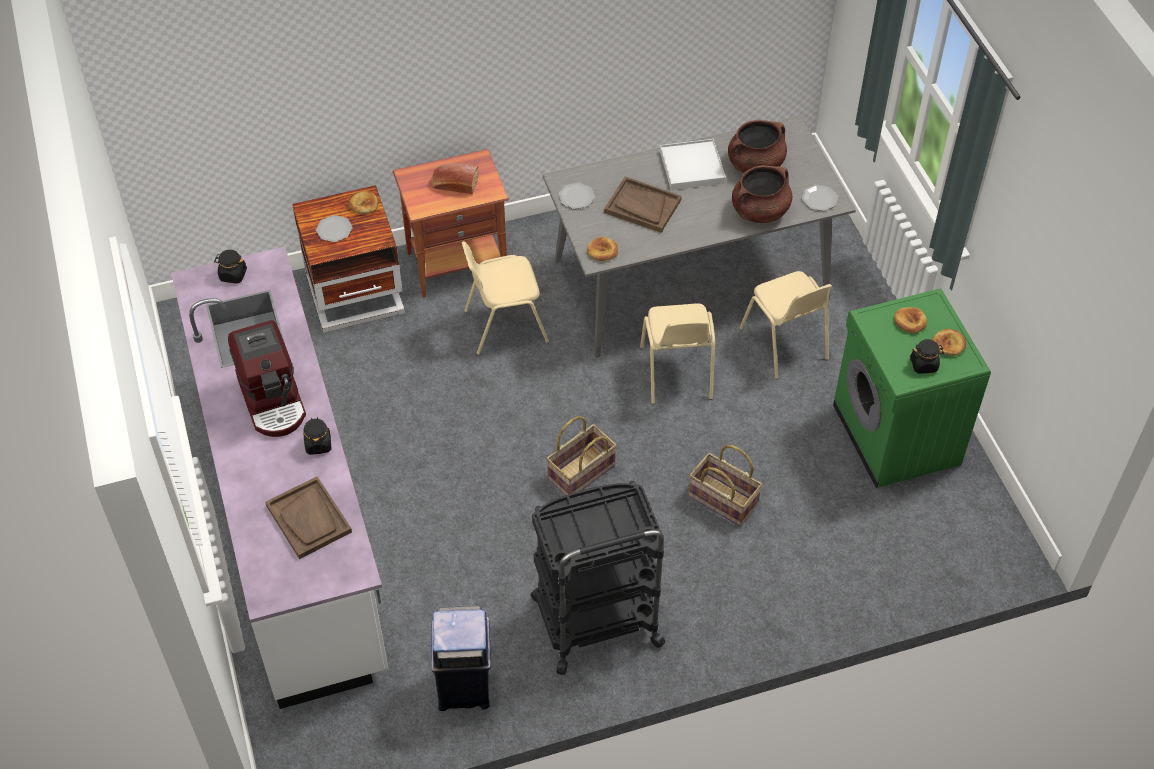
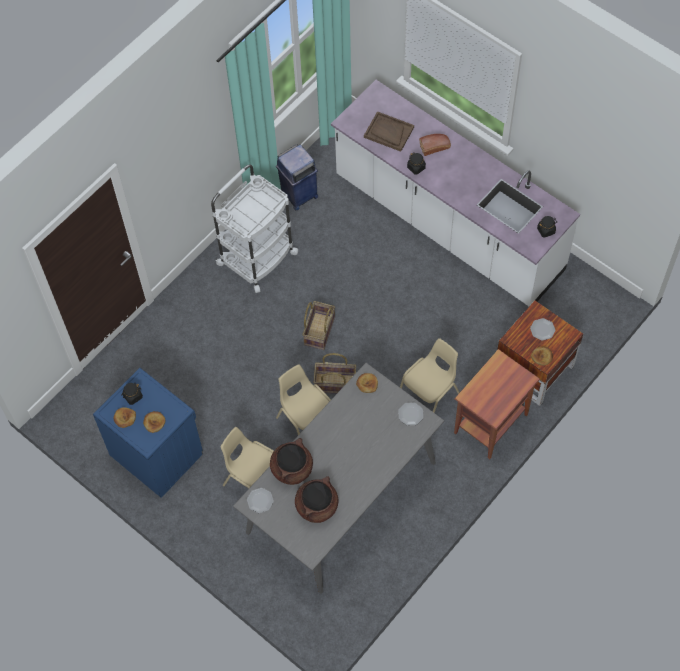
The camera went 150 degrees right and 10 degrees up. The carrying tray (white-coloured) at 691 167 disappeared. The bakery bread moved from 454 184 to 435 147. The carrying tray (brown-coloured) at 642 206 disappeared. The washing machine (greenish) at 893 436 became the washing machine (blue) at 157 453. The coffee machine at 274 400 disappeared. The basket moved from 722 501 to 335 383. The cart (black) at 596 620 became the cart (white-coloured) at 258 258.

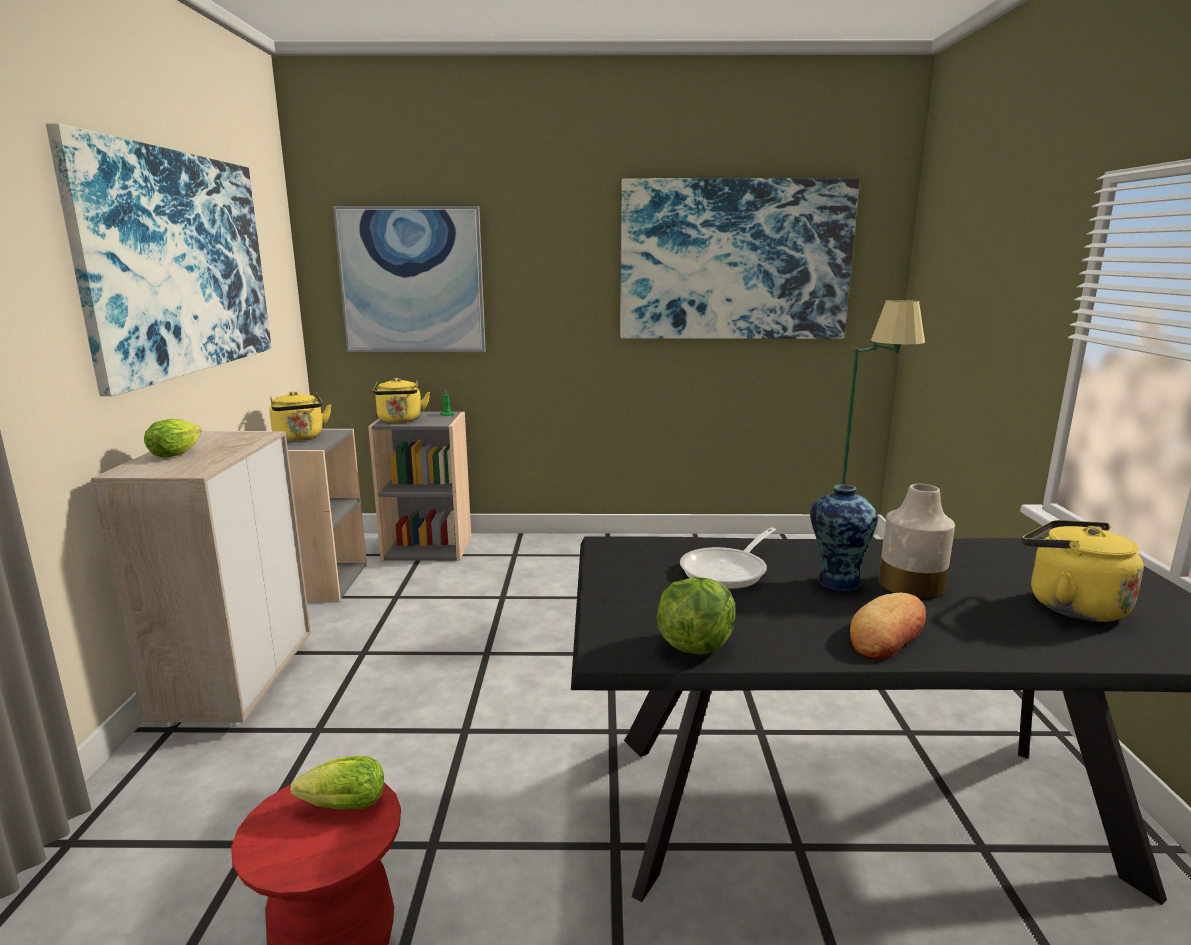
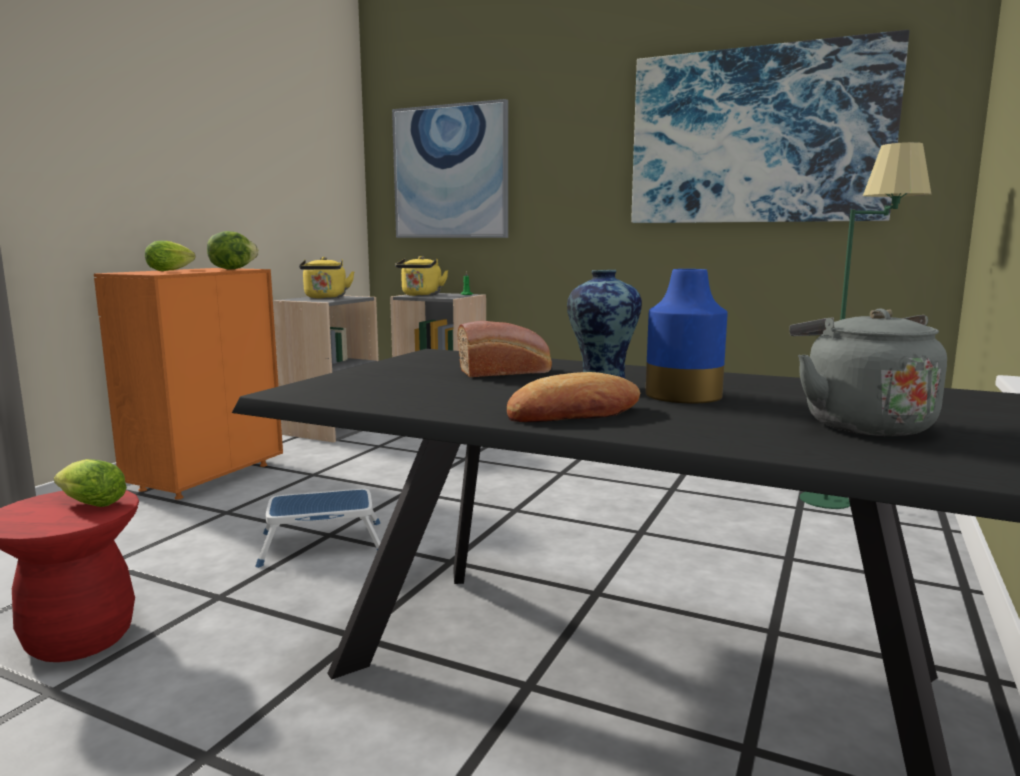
The camera went 25 degrees right and 5 degrees down. The picture at 180 263 disappeared. The cupboard (sand-coloured) at 237 683 became the cupboard (orange) at 207 476. The flower vase (sand-coloured) at 911 585 became the flower vase (blue) at 683 395. The water kettle (yellow-coloured) at 1069 605 became the water kettle (gray) at 860 424. The skillet at 728 571 was replaced by the bakery bread at 506 371. The head of lettuce moved from 695 645 to 232 269. The step stool (blue) at 322 544 appeared.

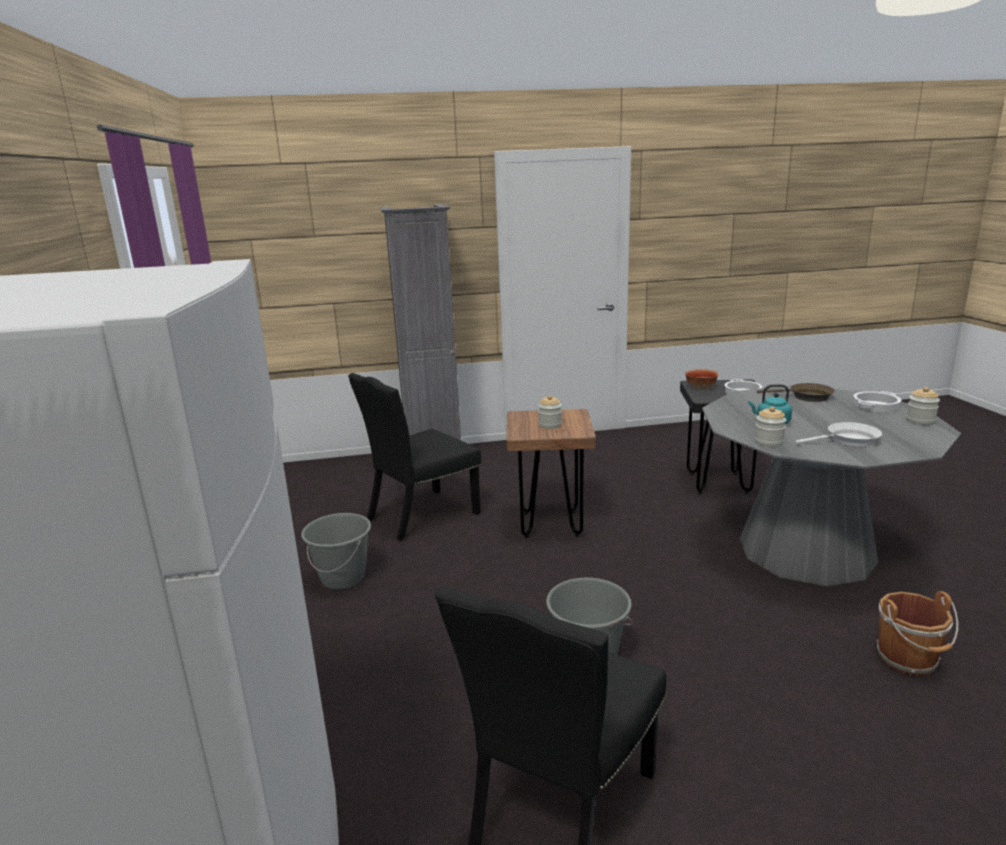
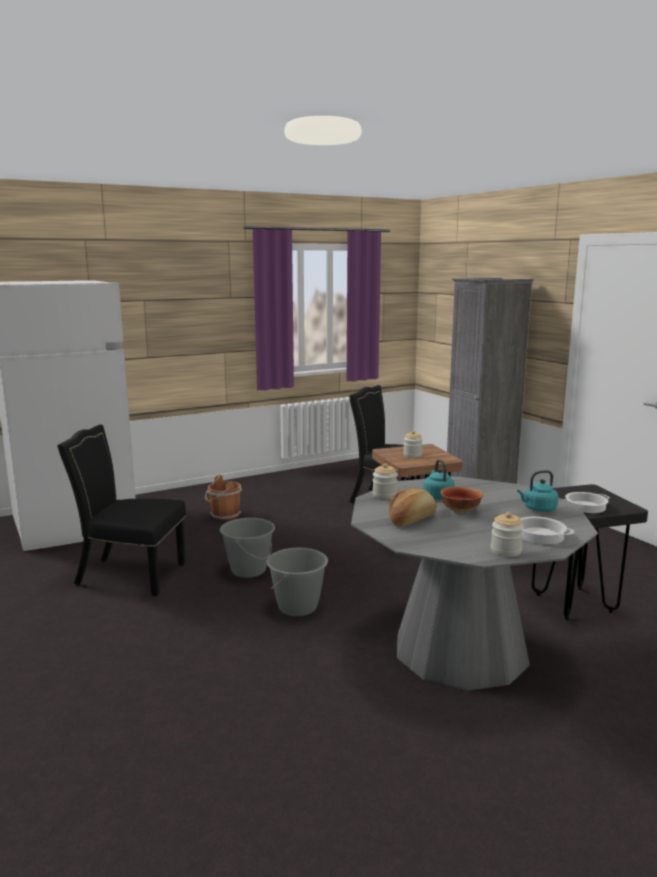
The camera went 70 degrees right and 5 degrees down. The serving bowl moved from 700 388 to 460 511. The skillet (brown-coloured) at 806 397 was replaced by the water kettle (turquoise) at 538 509. The skillet (white-coloured) at 848 440 was replaced by the bakery bread at 412 520. The water bucket (gray) moved from 343 578 to 298 607. The water bucket (brown-coloured) moved from 908 660 to 224 515.

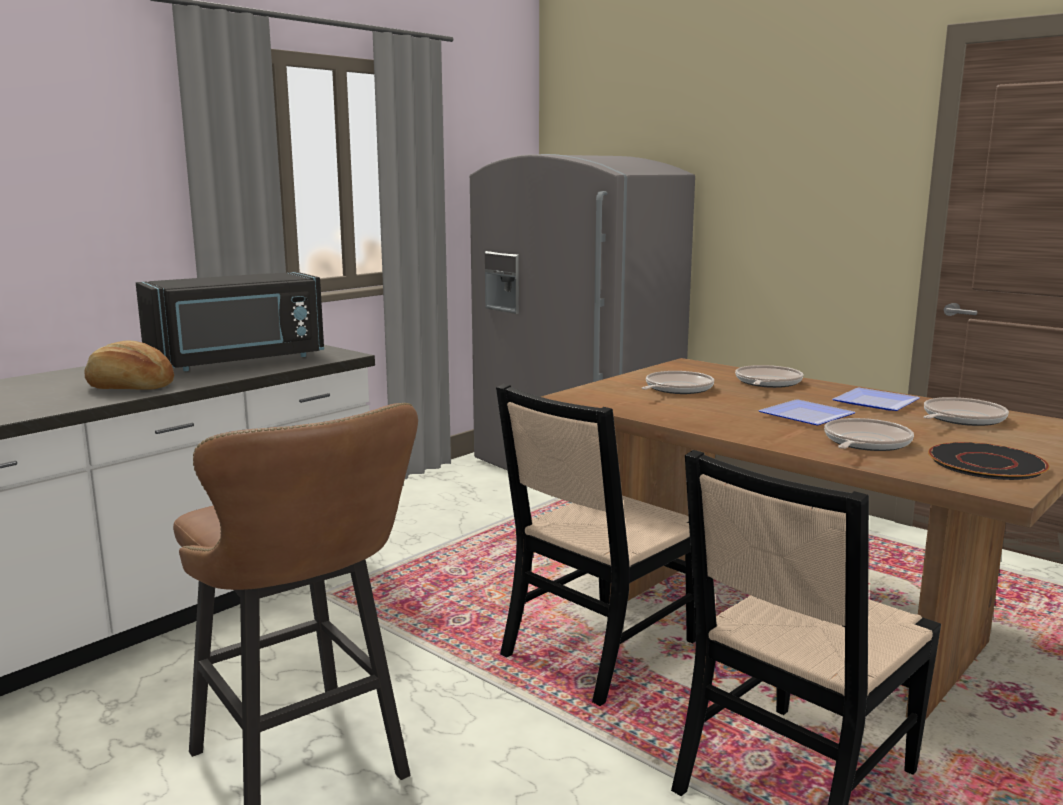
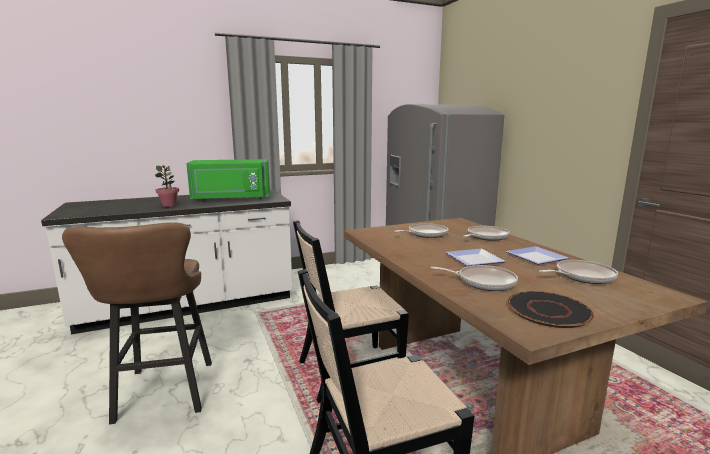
The camera went 25 degrees right and 0 degrees up. The kitchen microwave (black) at 239 361 became the kitchen microwave (greenish) at 231 198. The bakery bread at 130 387 was replaced by the potted plant at 169 205. The skillet at 864 443 turned 45 degrees clockwise.

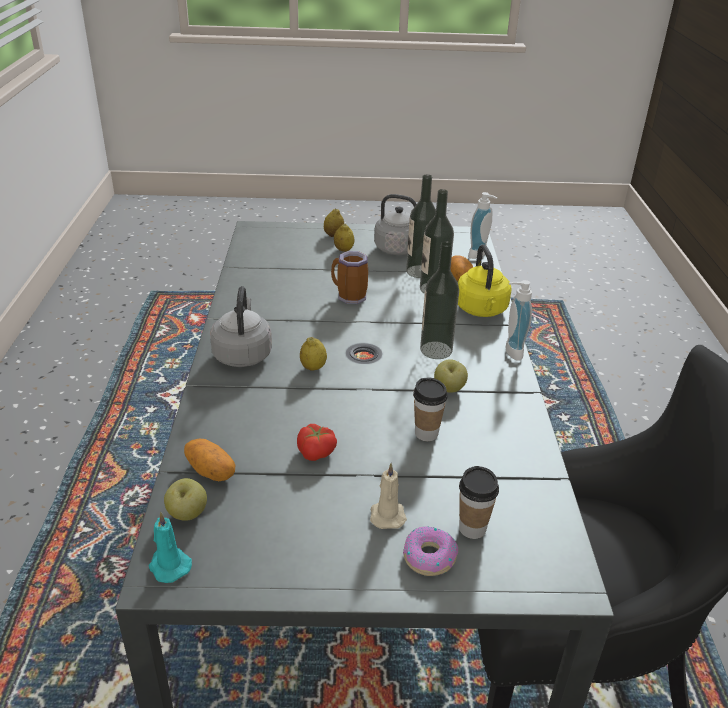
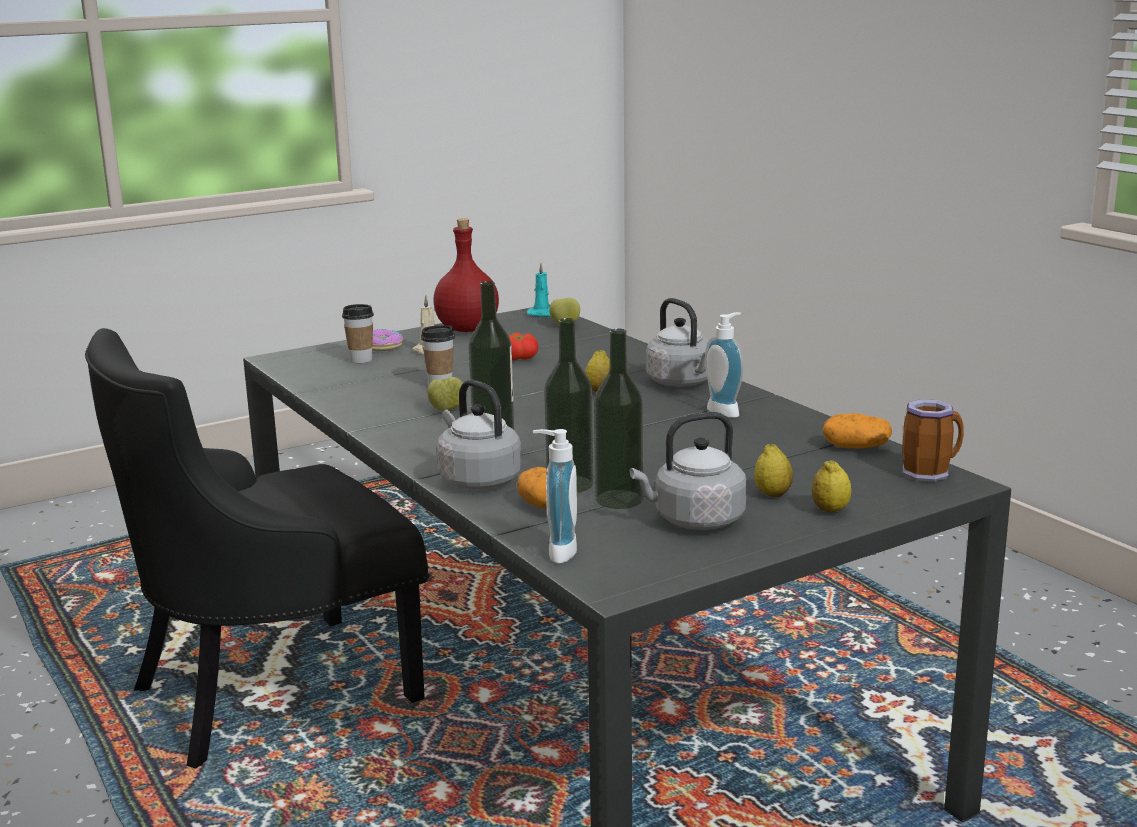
The camera went 150 degrees right and 15 degrees down. The water kettle (yellow-coloured) at 482 310 became the water kettle (gray) at 477 479. The mug moved from 348 297 to 929 473. The liquid soap bottle moved from 510 351 to 726 411. The whole potato moved from 211 471 to 856 447. The drink bottle (red-coloured) at 468 329 appeared.

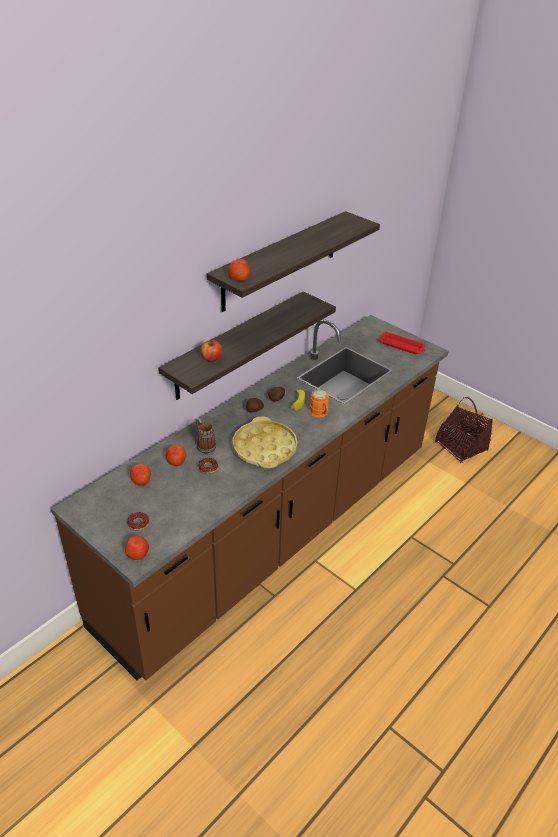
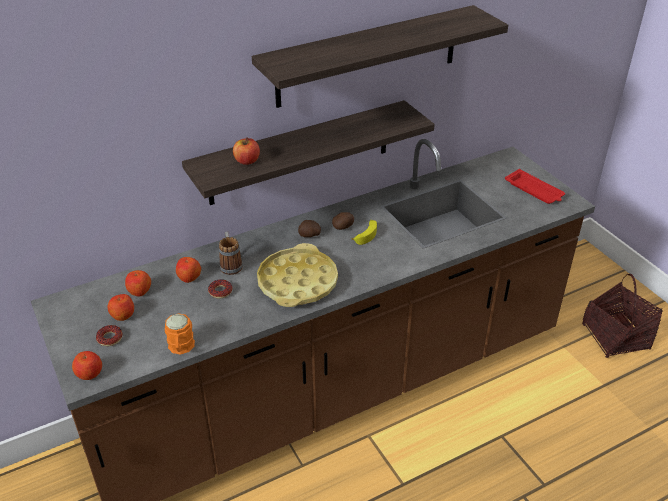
The camera went 20 degrees right and 0 degrees up. The apple fruit moved from 239 278 to 123 315. The mug (orange) moved from 320 413 to 181 348.

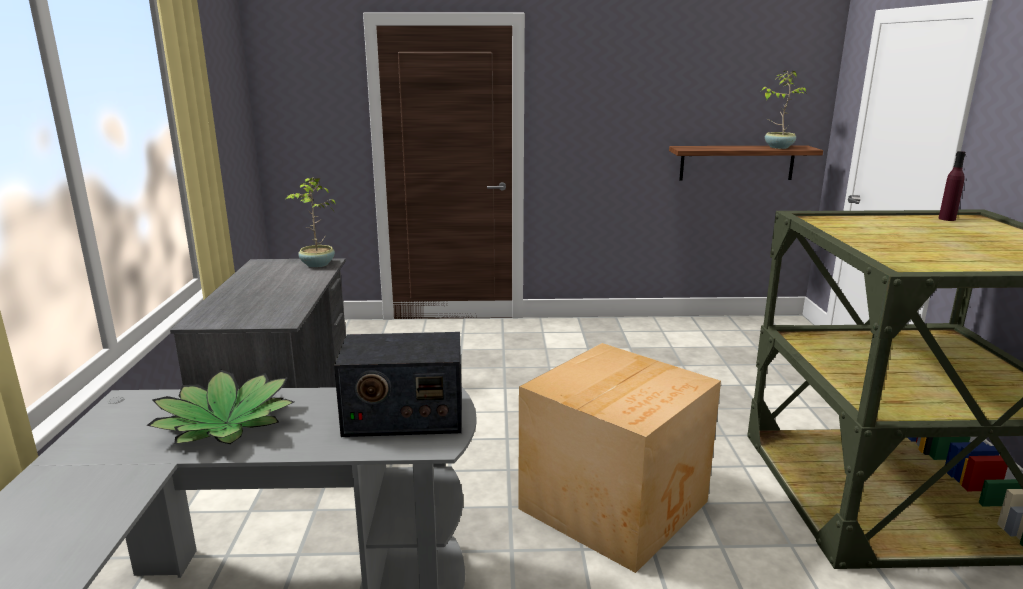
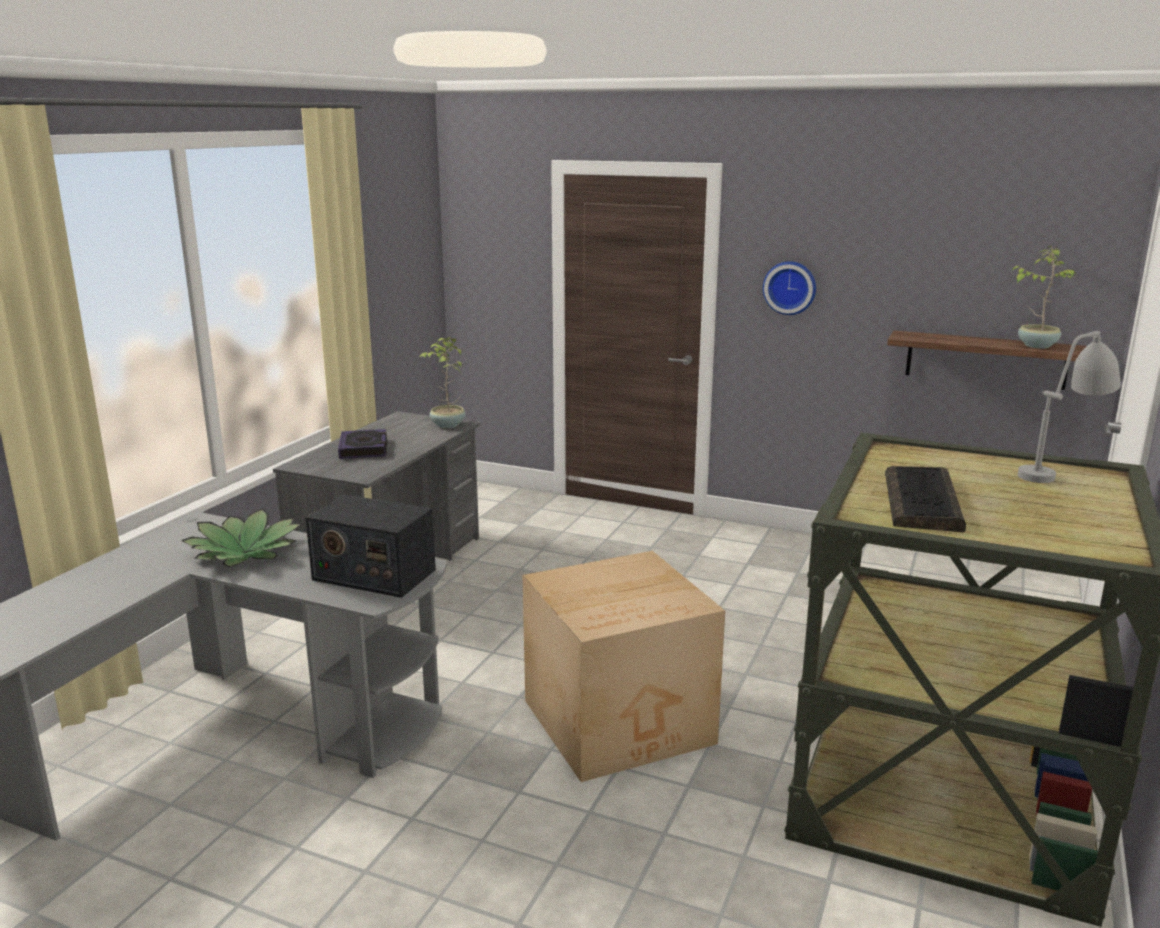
The camera went 25 degrees right and 0 degrees up. The drink bottle (purple-coloured) at 947 219 was replaced by the lamp for a table (gray) at 1062 471. The clock on the wall at 790 287 appeared. The volume at 363 449 appeared. The PC keyboard at 923 502 appeared.

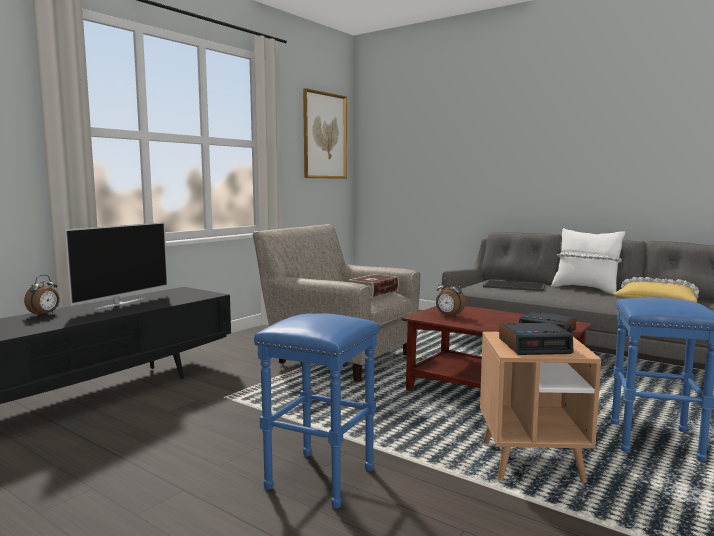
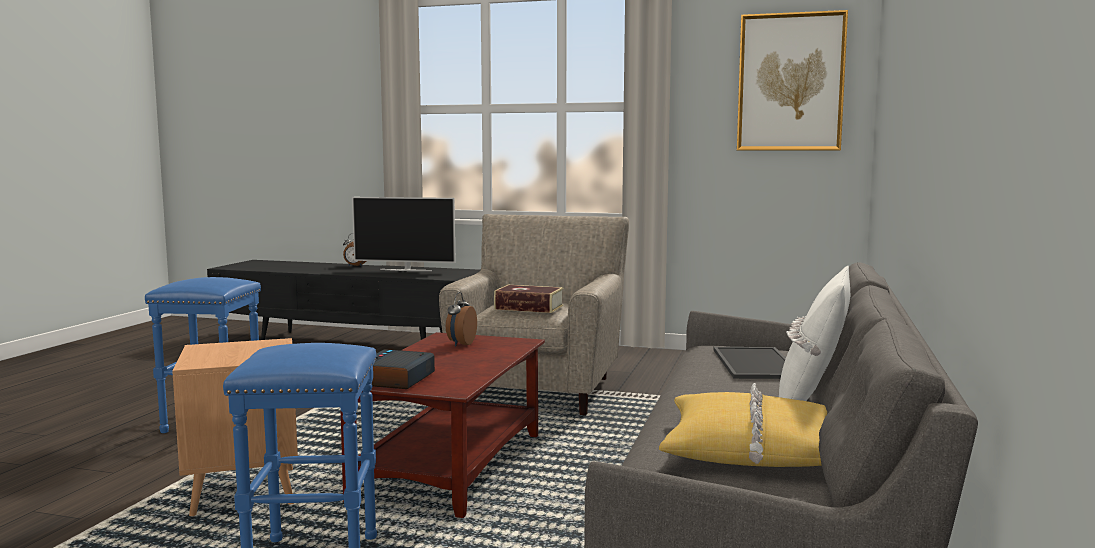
The camera went 70 degrees right and 0 degrees up. The table clock at 534 346 disappeared.

